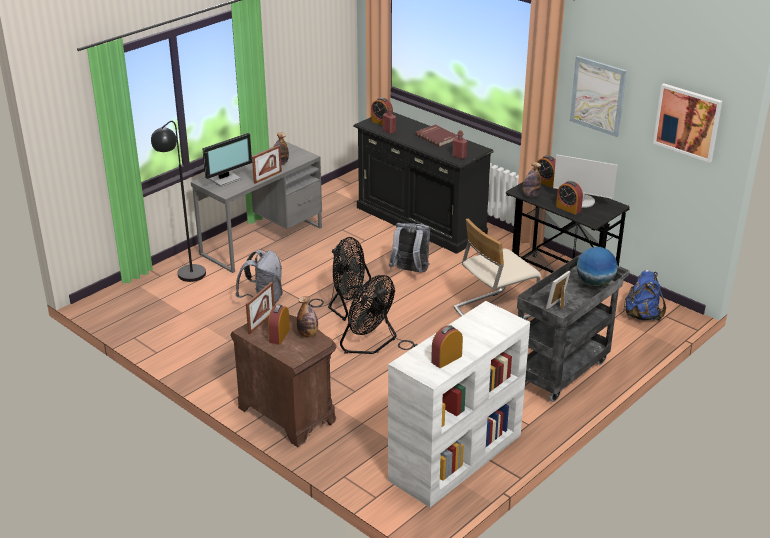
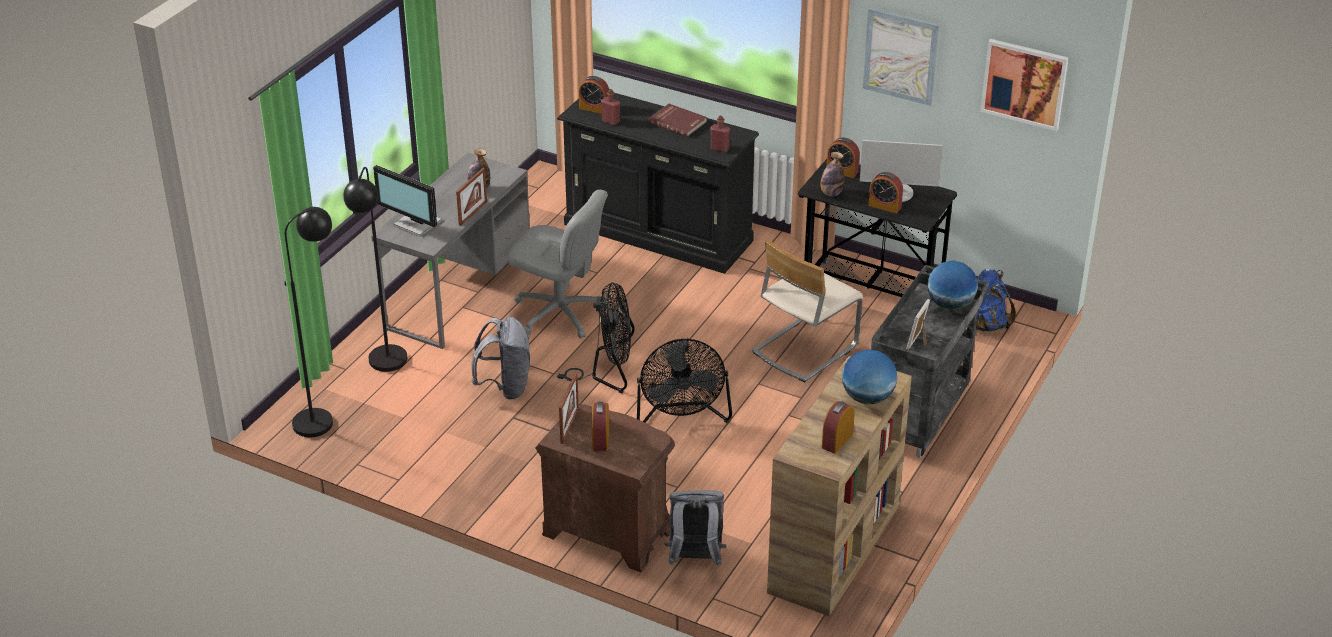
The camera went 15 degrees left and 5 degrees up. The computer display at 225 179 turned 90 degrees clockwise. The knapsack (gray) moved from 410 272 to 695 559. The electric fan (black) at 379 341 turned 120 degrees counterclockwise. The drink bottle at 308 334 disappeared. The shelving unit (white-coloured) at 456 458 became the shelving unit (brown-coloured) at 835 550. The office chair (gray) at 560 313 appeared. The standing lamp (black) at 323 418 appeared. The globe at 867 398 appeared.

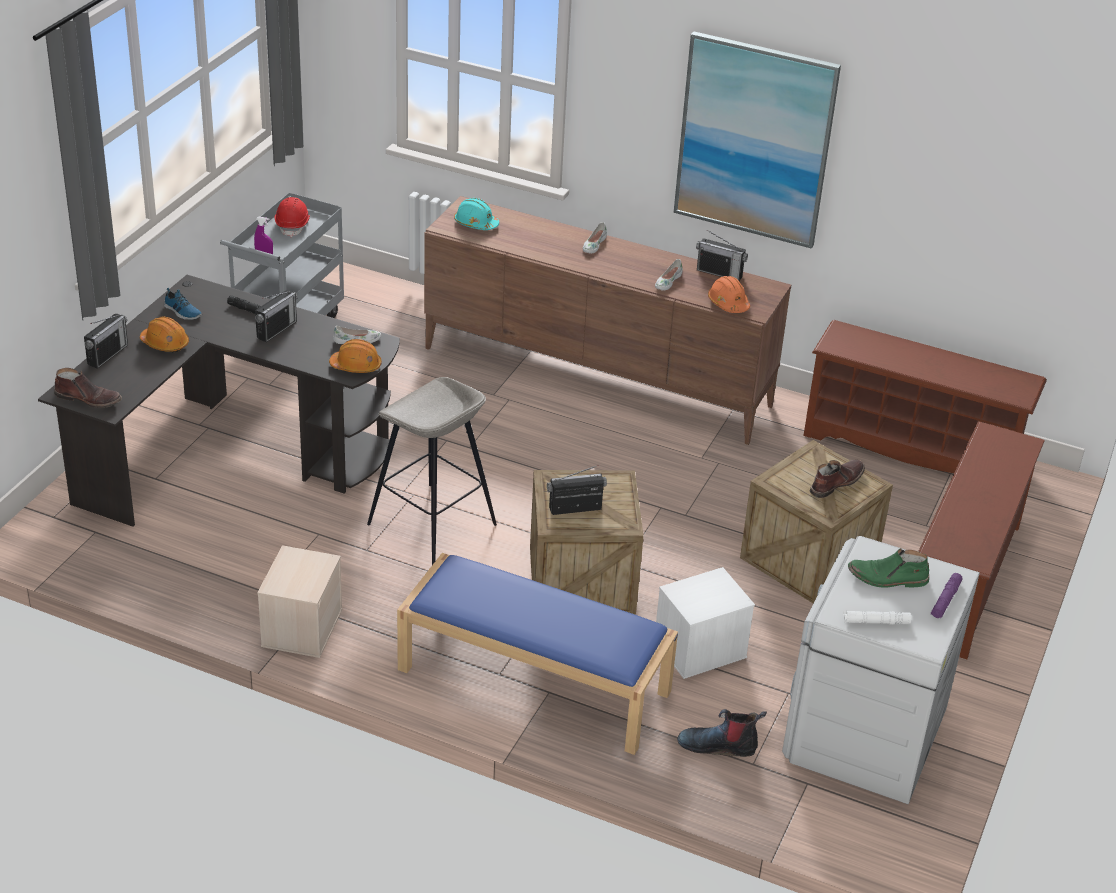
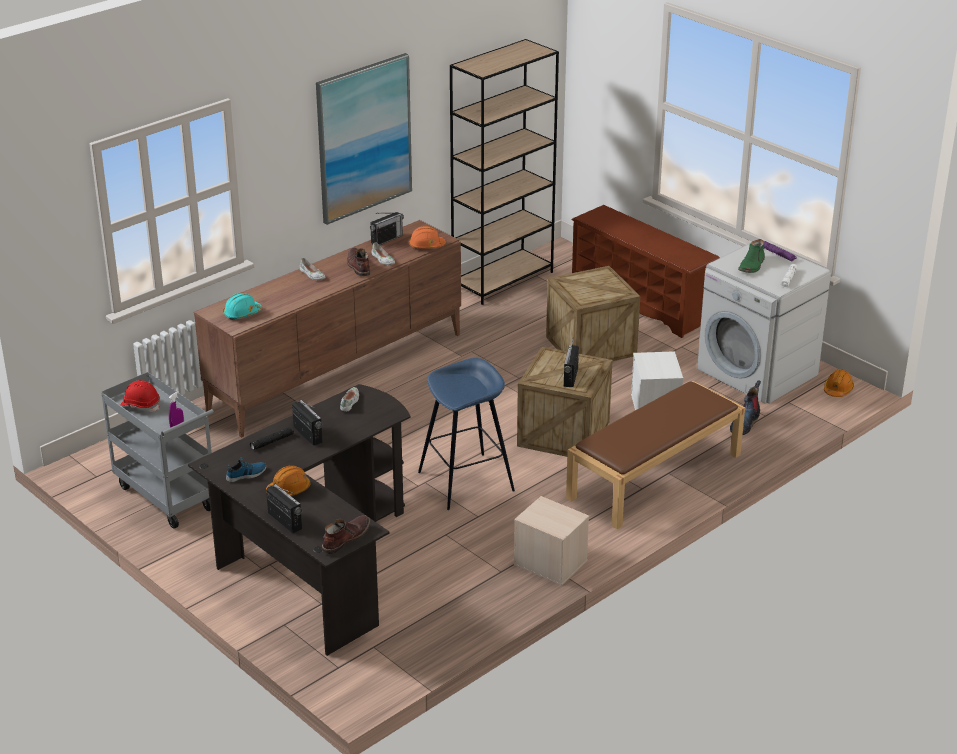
The camera went 65 degrees left and 5 degrees down. The shoe shelf (brown-coloured) at 912 448 was replaced by the shelving unit (sand-coloured) at 502 280. The work helmet (orange) moved from 356 366 to 838 390. The sitting stool (gray) at 431 525 became the sitting stool (blue) at 466 481. The tall boot (brown-coloured) moved from 835 482 to 358 266. The long seat (blue) at 532 680 became the long seat (brown-coloured) at 654 477.

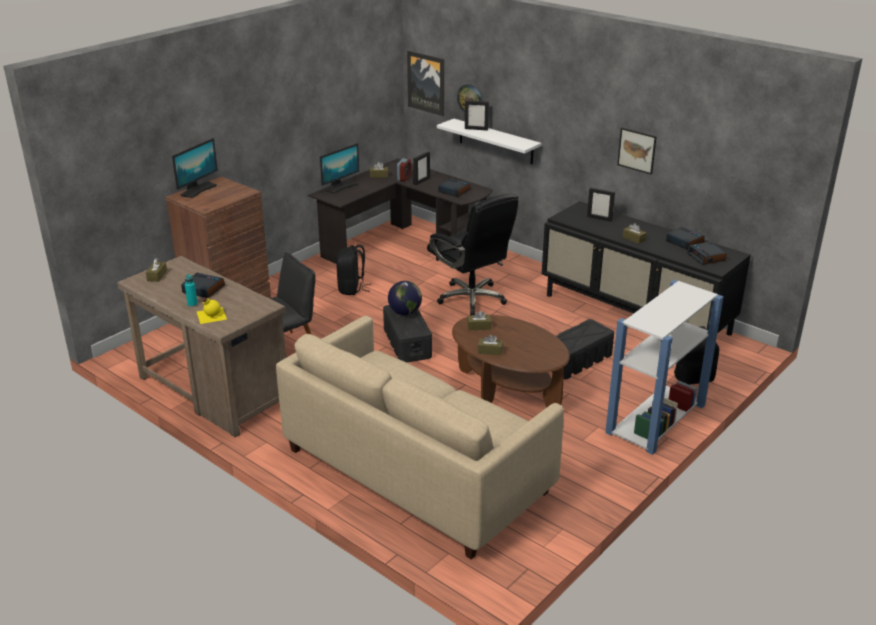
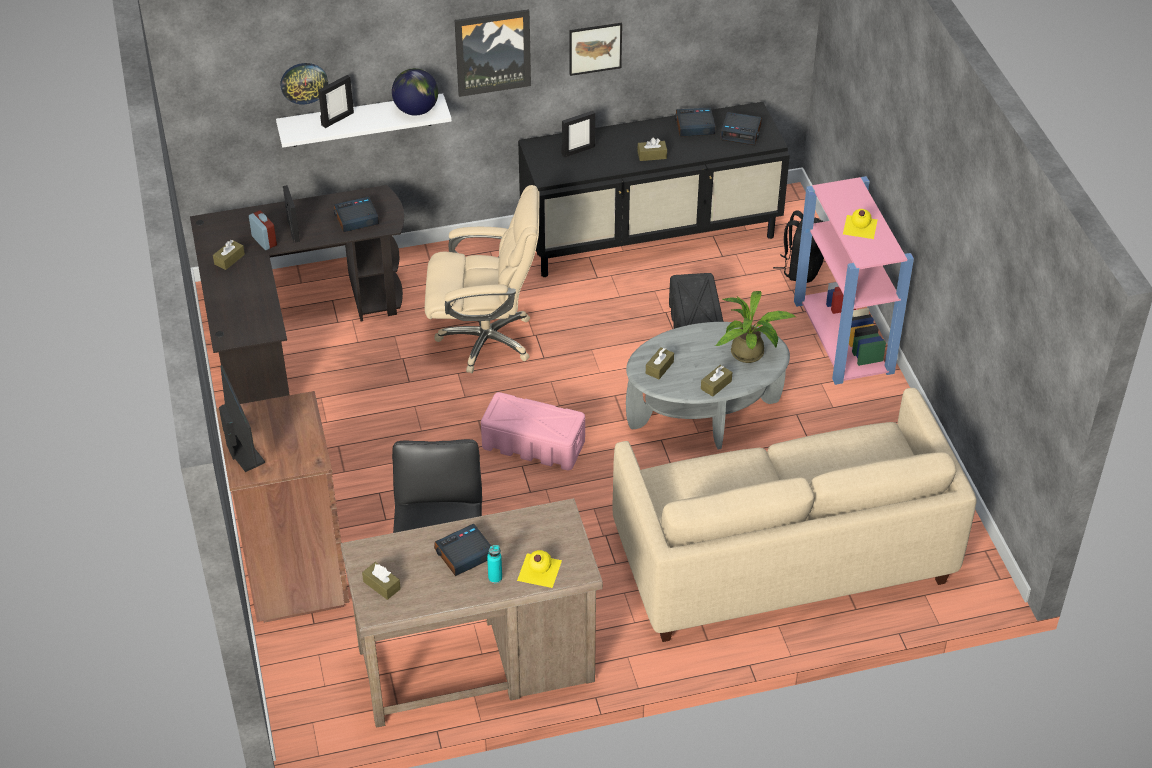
The camera went 55 degrees left and 15 degrees up. The picture moved from 426 83 to 492 52. The computer display at 340 187 disappeared. The office chair (black) at 470 297 became the office chair (sand-coloured) at 484 340. The knapsack (black) at 352 289 disappeared. The shelving unit (white-coloured) at 655 419 became the shelving unit (pink) at 843 337. The globe moved from 405 312 to 416 110. The storage bin (black) at 407 343 became the storage bin (pink) at 532 444. The low table (brown-coloured) at 507 392 became the low table (gray) at 704 415. The drink bottle (yellow-coloured) at 859 227 appeared. The potted plant at 751 354 appeared.

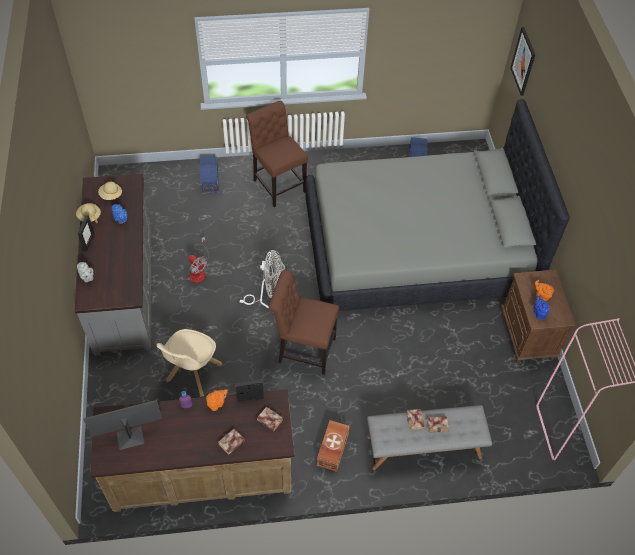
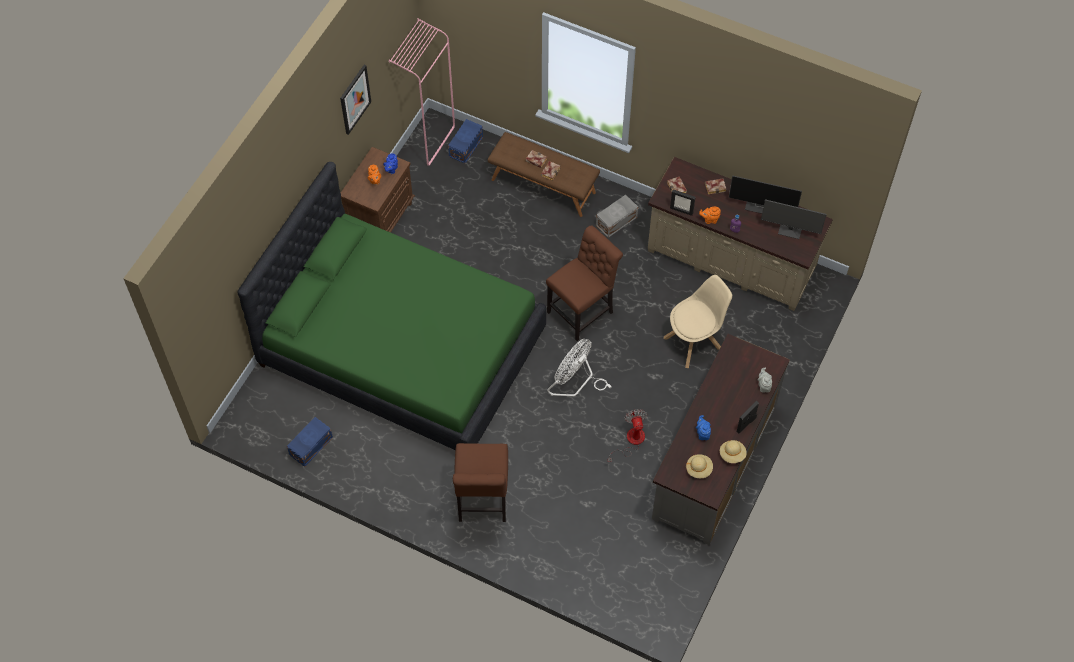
The camera went 145 degrees left and 5 degrees up. The picture moved from 523 61 to 354 99. The bedroom bed (gray) at 417 249 became the bedroom bed (greenish) at 402 347. The storage bin (blue) moved from 210 180 to 465 147. The upright chair (brown-coloured) at 303 349 turned 90 degrees counterclockwise. The long seat (gray) at 424 447 became the long seat (brown-coloured) at 543 185. The storage bin (brown-coloured) at 332 450 became the storage bin (gray) at 617 221. The computer display at 763 205 appeared.

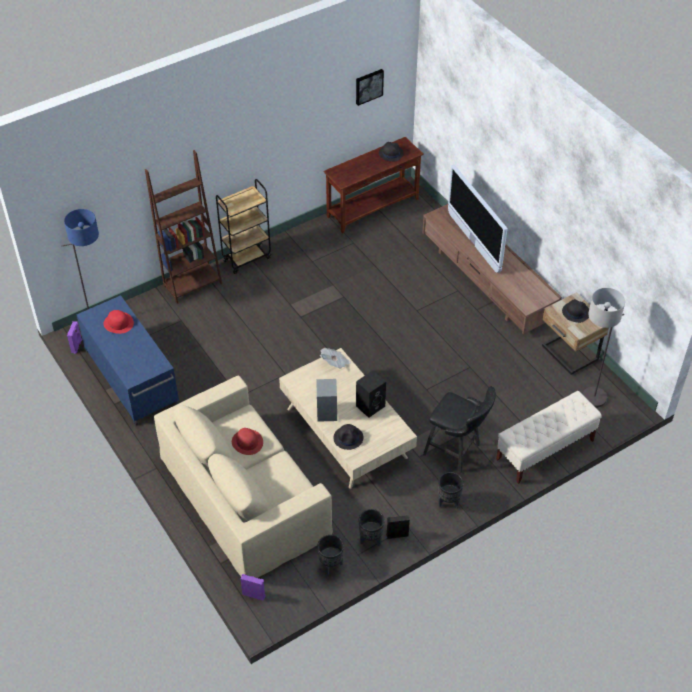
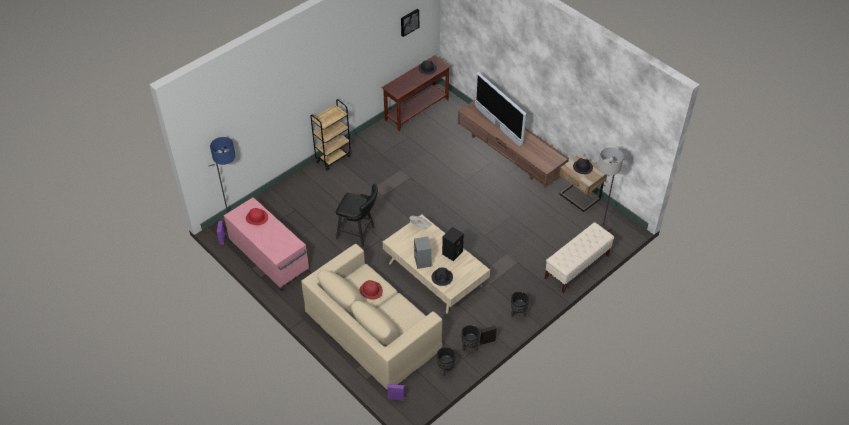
The camera went 10 degrees left and 0 degrees up. The shelving unit (brown-coloured) at 192 284 disappeared. The cupboard (blue) at 131 376 became the cupboard (pink) at 269 255. The sitting stool (black) moved from 457 452 to 359 234.

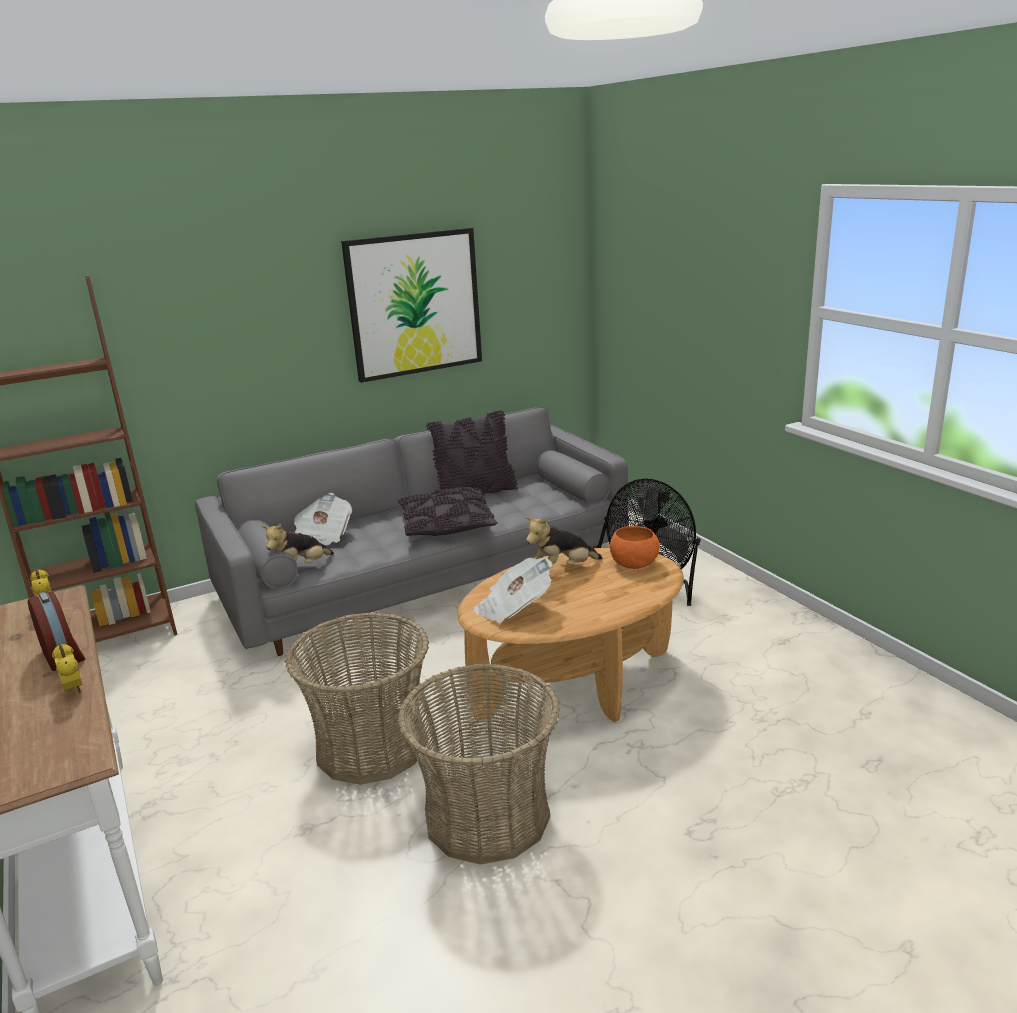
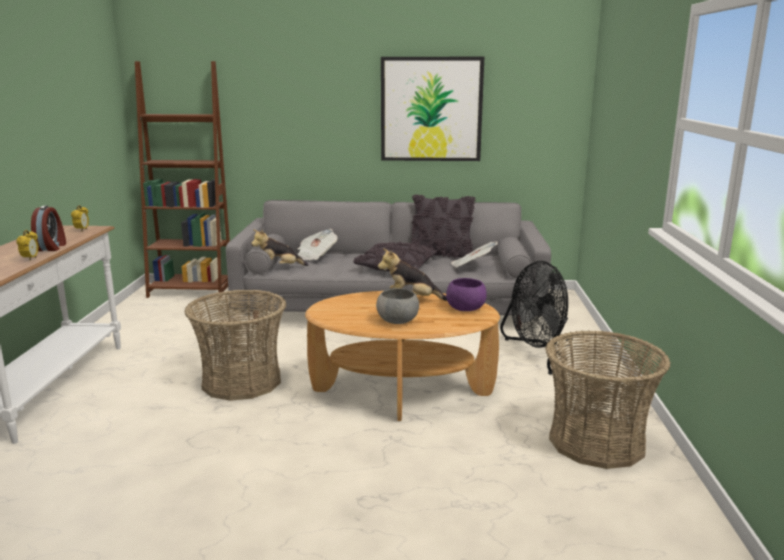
The camera went 30 degrees right and 5 degrees down. The serving bowl (orange) at 634 564 became the serving bowl (purple-coloured) at 465 309. The printed paper moved from 514 608 to 472 266. The basket moved from 487 815 to 596 441. The serving bowl (gray) at 397 321 appeared.

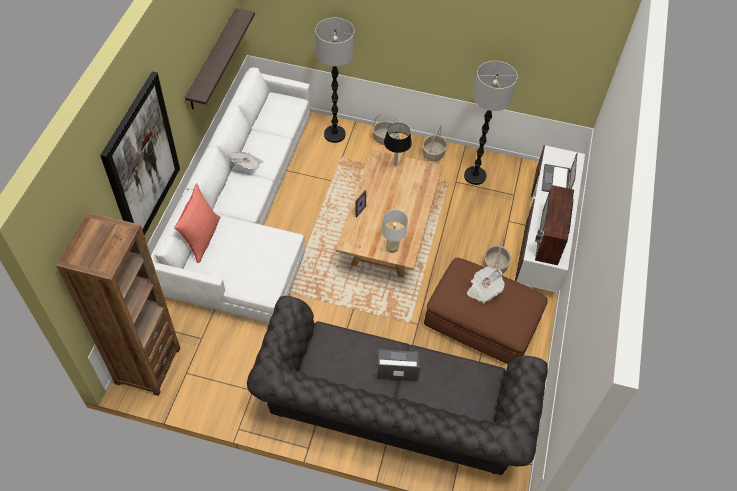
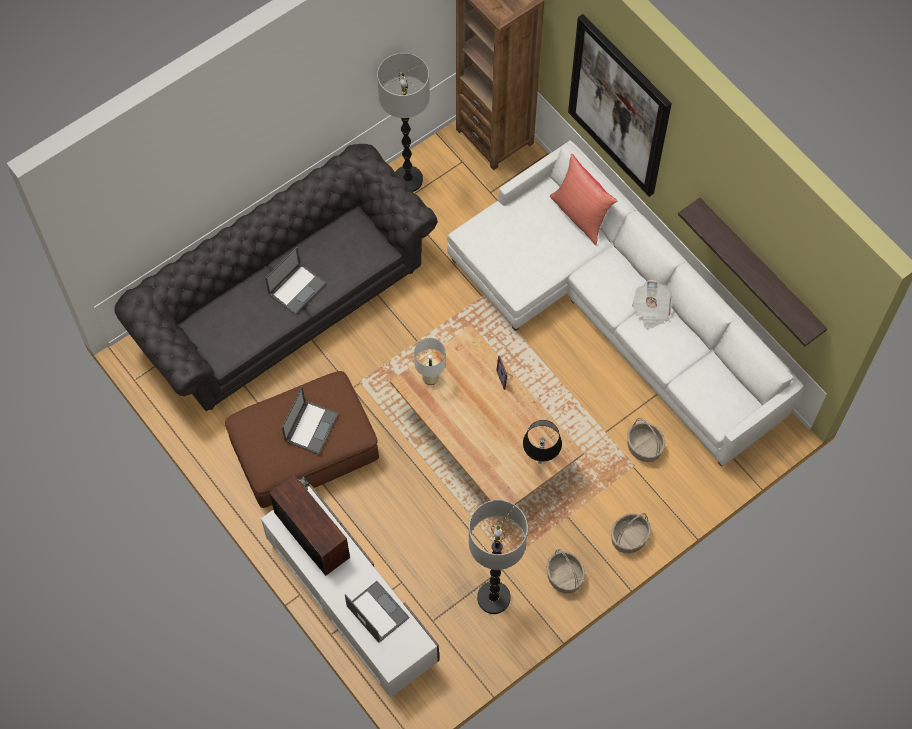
The camera went 130 degrees right and 10 degrees up. The standing lamp moved from 334 134 to 408 179. The basket moved from 495 266 to 643 447. The printed paper at 483 290 was replaced by the laptop at 311 427.

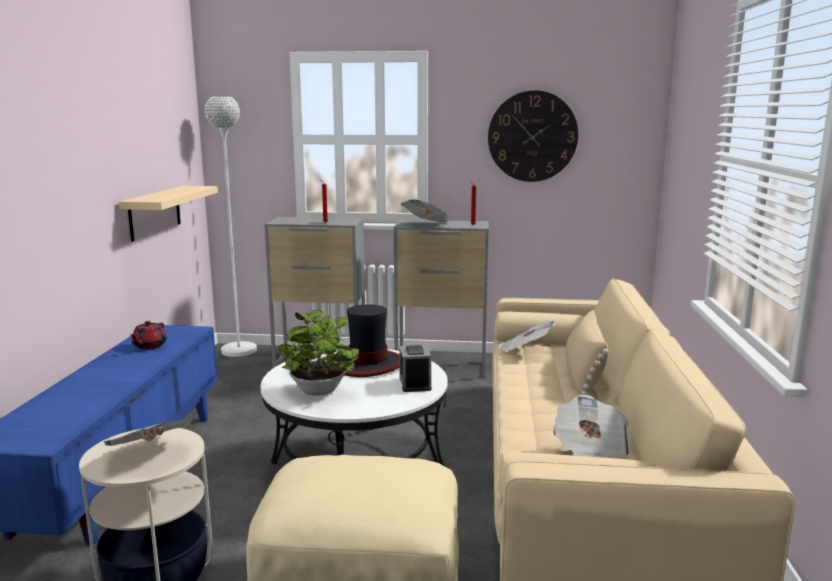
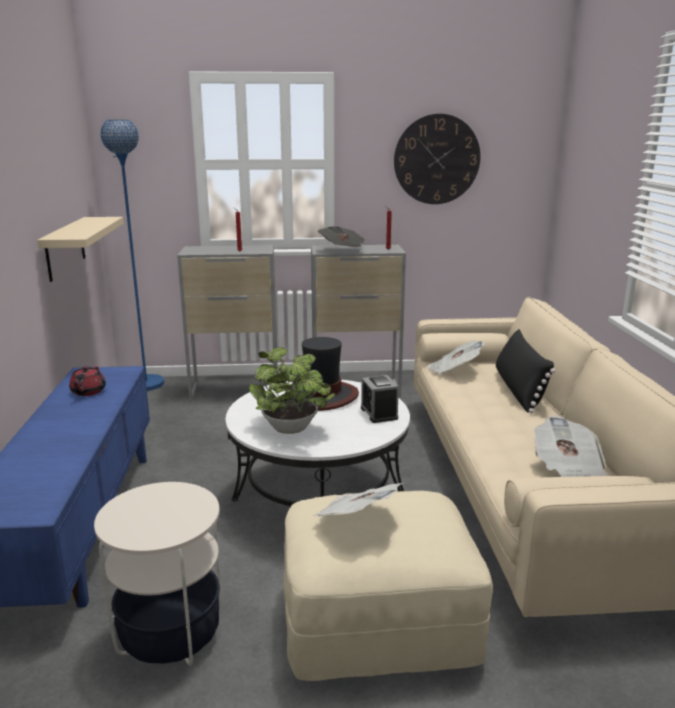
The camera went 10 degrees left and 5 degrees up. The standing lamp (white-coloured) at 239 351 became the standing lamp (blue) at 146 384. The throw pillow (sand-coloured) at 583 373 became the throw pillow (black) at 519 390. The printed paper moved from 150 454 to 357 520.

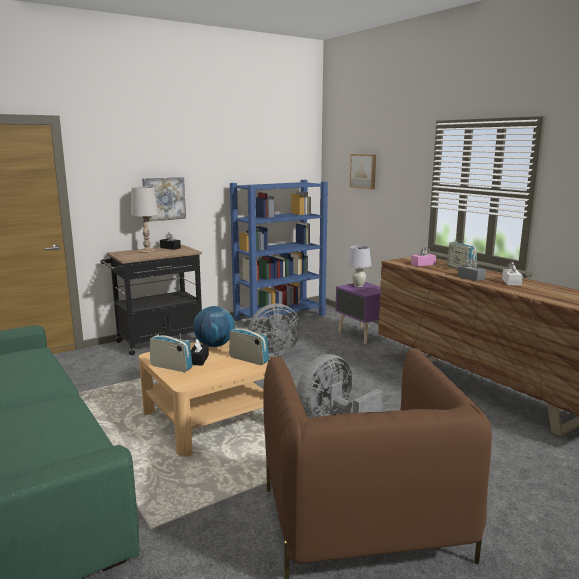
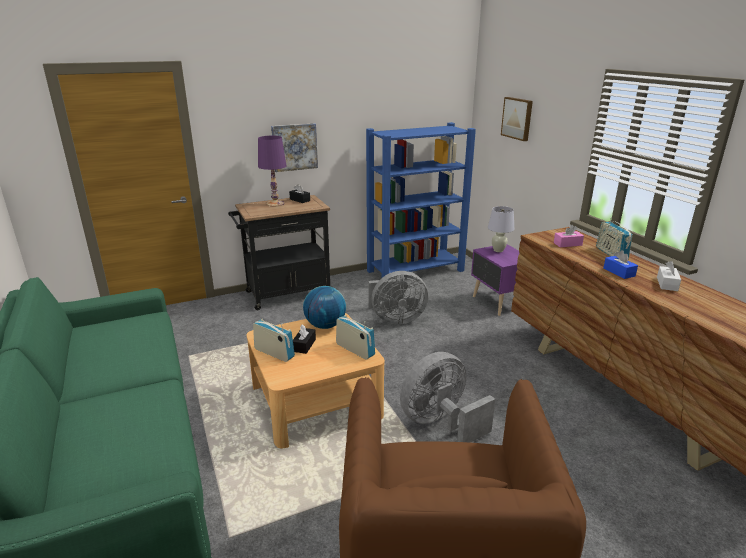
The camera went 10 degrees right and 10 degrees up. The lamp for a table (white-coloured) at 147 251 became the lamp for a table (purple-coloured) at 275 203. The tissue holder (gray) at 471 277 became the tissue holder (blue) at 619 272.

